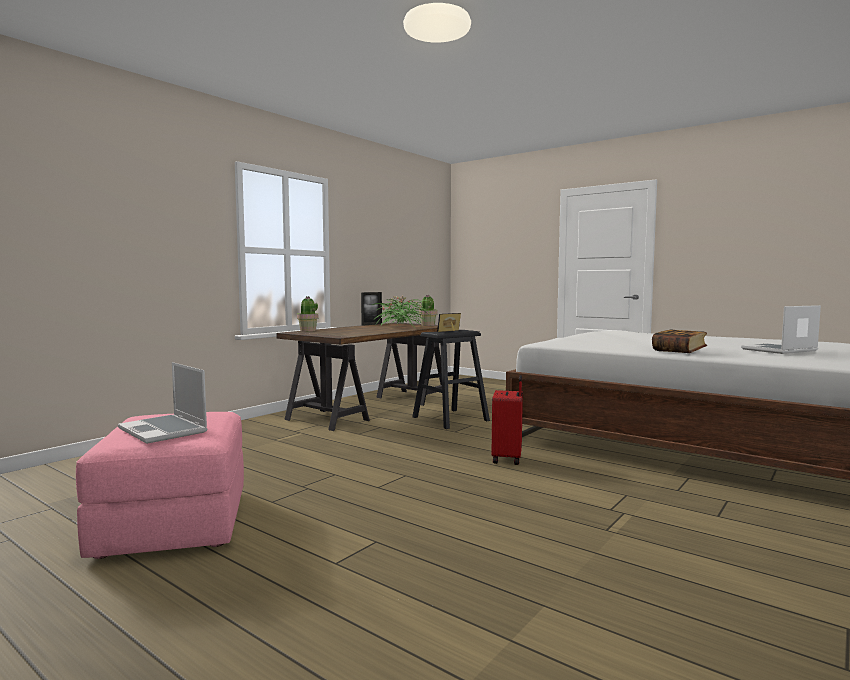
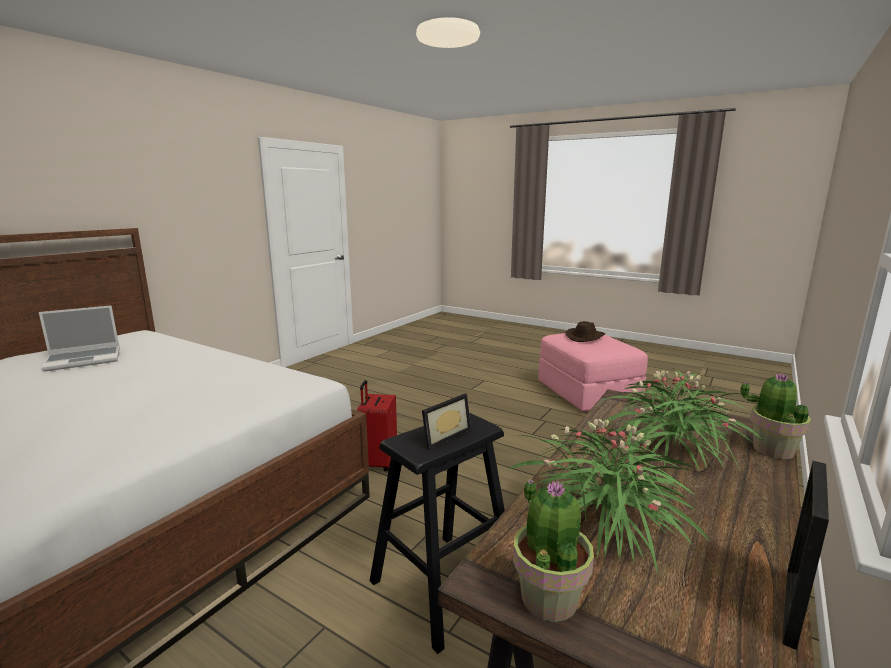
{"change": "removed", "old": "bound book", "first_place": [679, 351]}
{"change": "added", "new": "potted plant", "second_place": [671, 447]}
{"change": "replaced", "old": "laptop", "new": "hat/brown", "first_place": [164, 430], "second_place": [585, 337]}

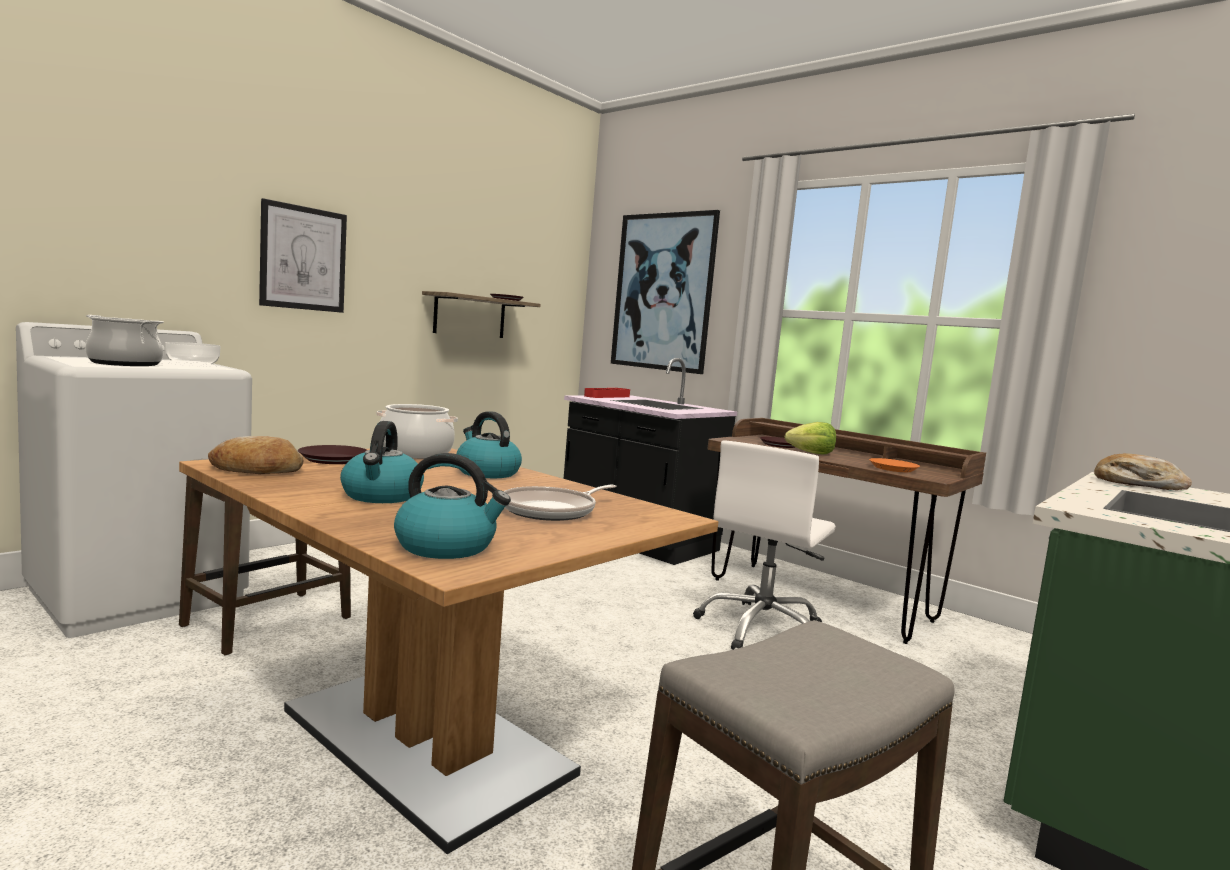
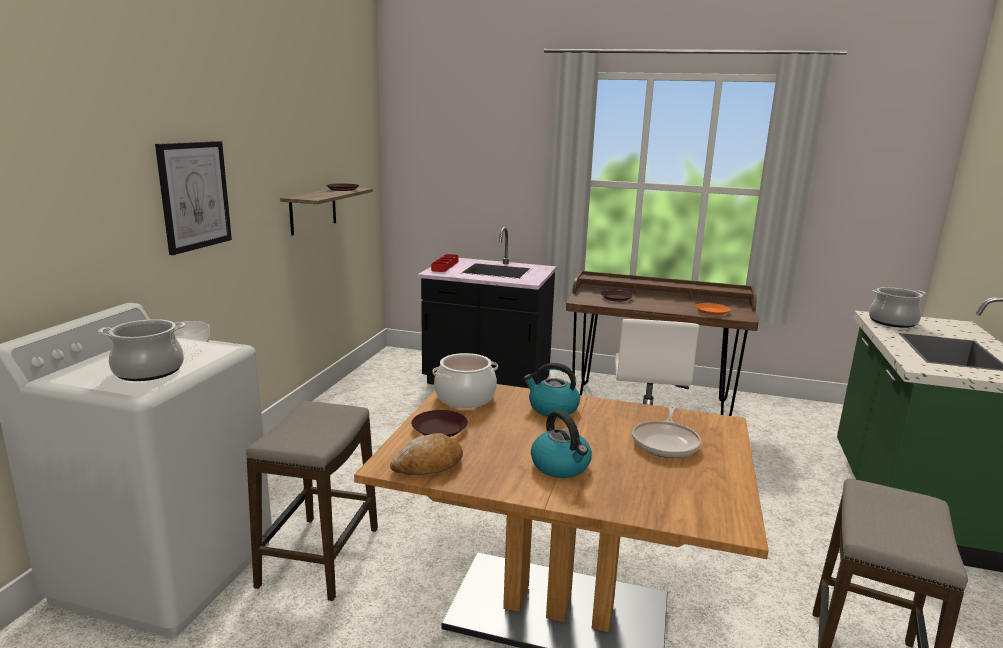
{"change": "removed", "old": "tea kettle", "first_place": [447, 547]}
{"change": "removed", "old": "picture", "first_place": [663, 292]}
{"change": "removed", "old": "lettuce head", "first_place": [811, 453]}
{"change": "replaced", "old": "bread", "new": "cooking pot", "first_place": [1137, 484], "second_place": [892, 322]}

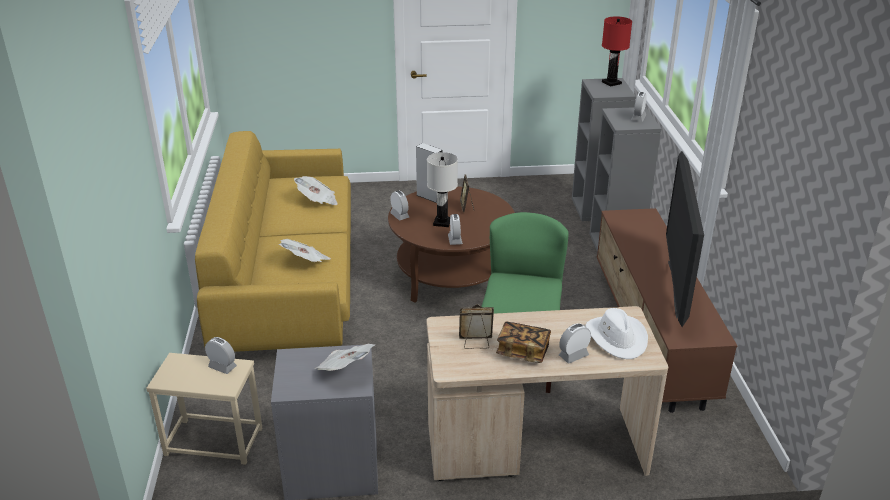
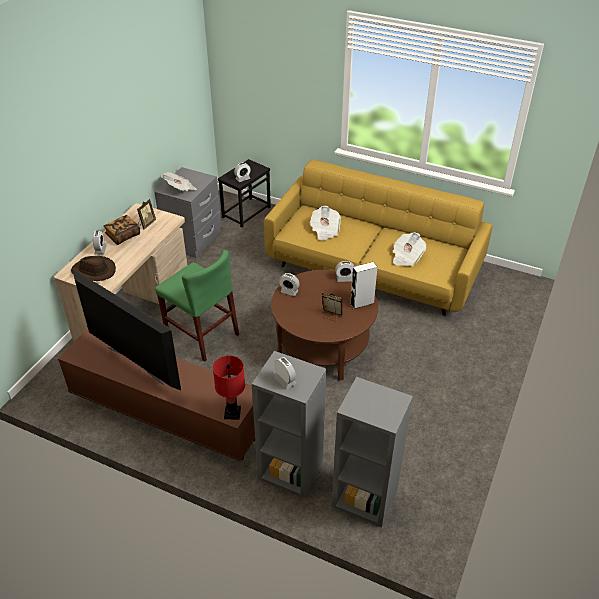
{"change": "removed", "old": "tabletop lamp/white", "first_place": [442, 222]}
{"change": "moved", "old": "tabletop lamp/reddish", "first_place": [611, 83], "second_place": [232, 413]}
{"change": "recoloured", "old": "end table/beige", "new": "end table/black-coloured", "first_place": [213, 442], "second_place": [246, 212]}
{"change": "recoloured", "old": "hat/white", "new": "hat/brown", "first_place": [617, 338], "second_place": [93, 271]}

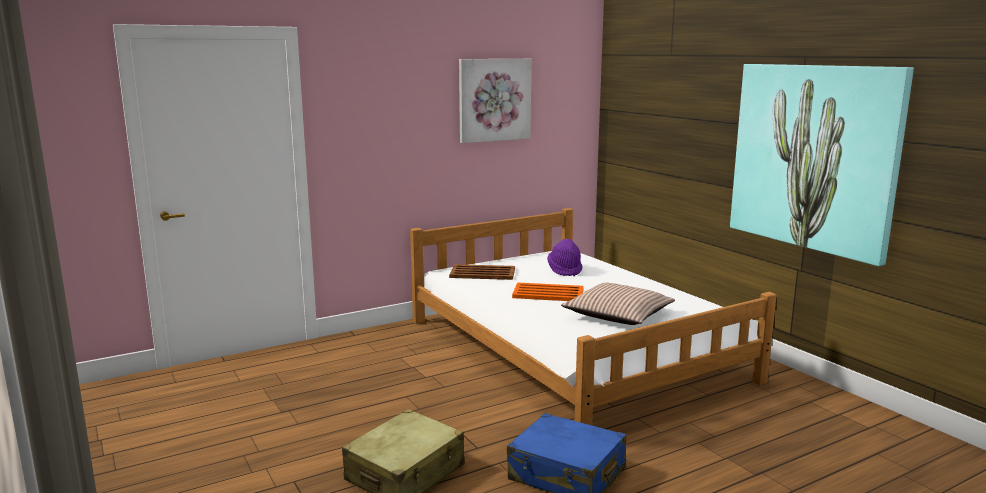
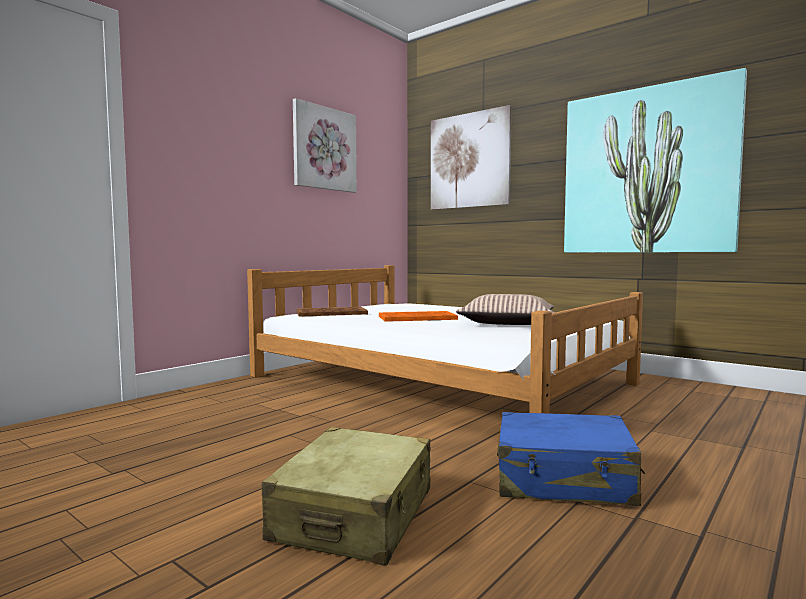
{"change": "removed", "old": "hat/purple-coloured", "first_place": [565, 270]}
{"change": "added", "new": "picture", "second_place": [469, 160]}

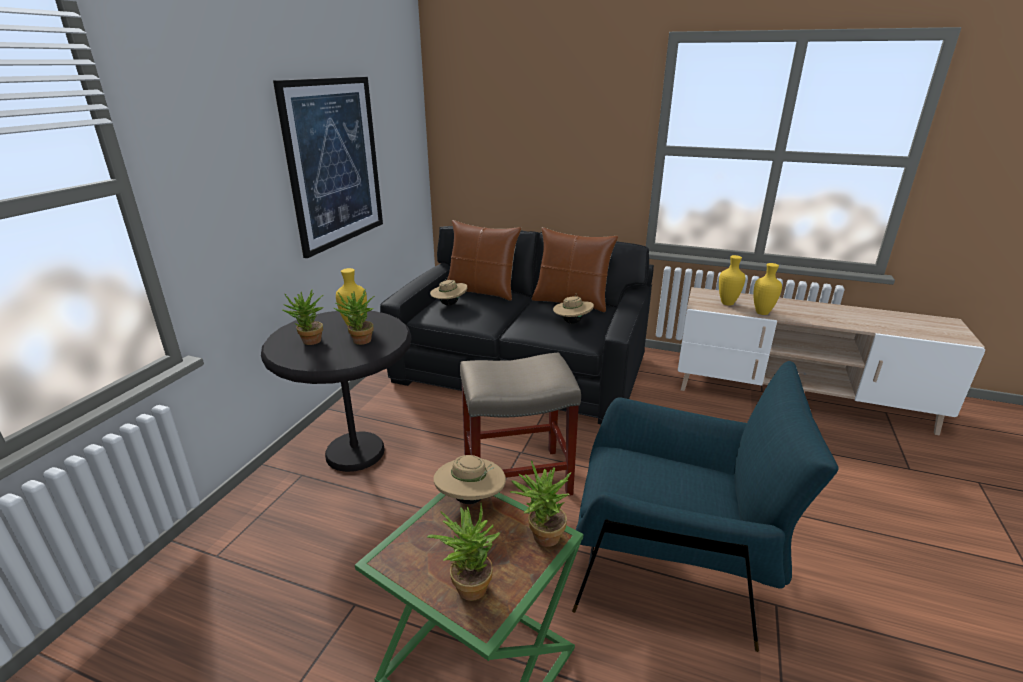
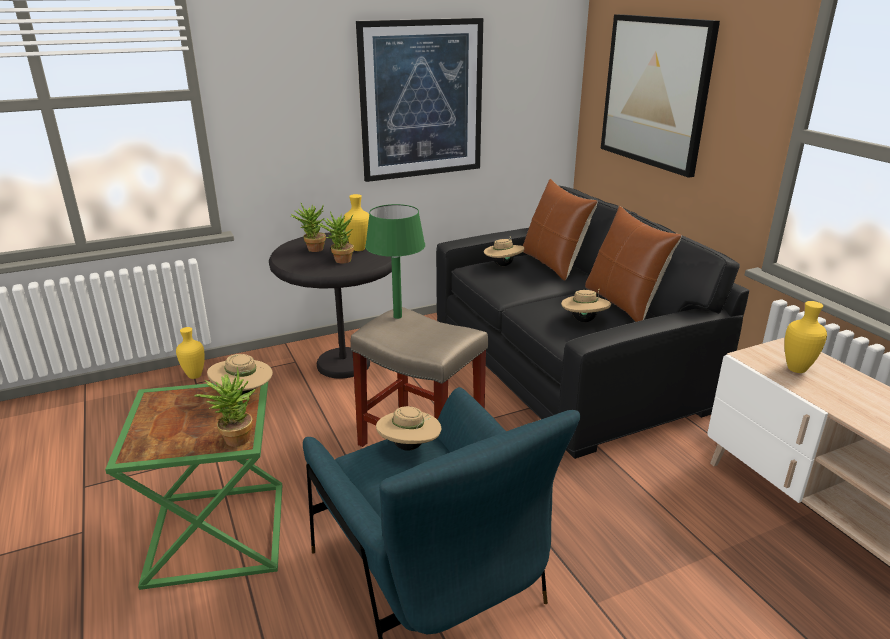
{"change": "removed", "old": "potted plant", "first_place": [467, 584]}
{"change": "added", "new": "tabletop lamp/green", "second_place": [398, 316]}
{"change": "added", "new": "hat/beige", "second_place": [409, 447]}
{"change": "added", "new": "picture", "second_place": [655, 92]}
{"change": "moved", "old": "vase/yellow-coloured", "first_place": [761, 313], "second_place": [194, 376]}

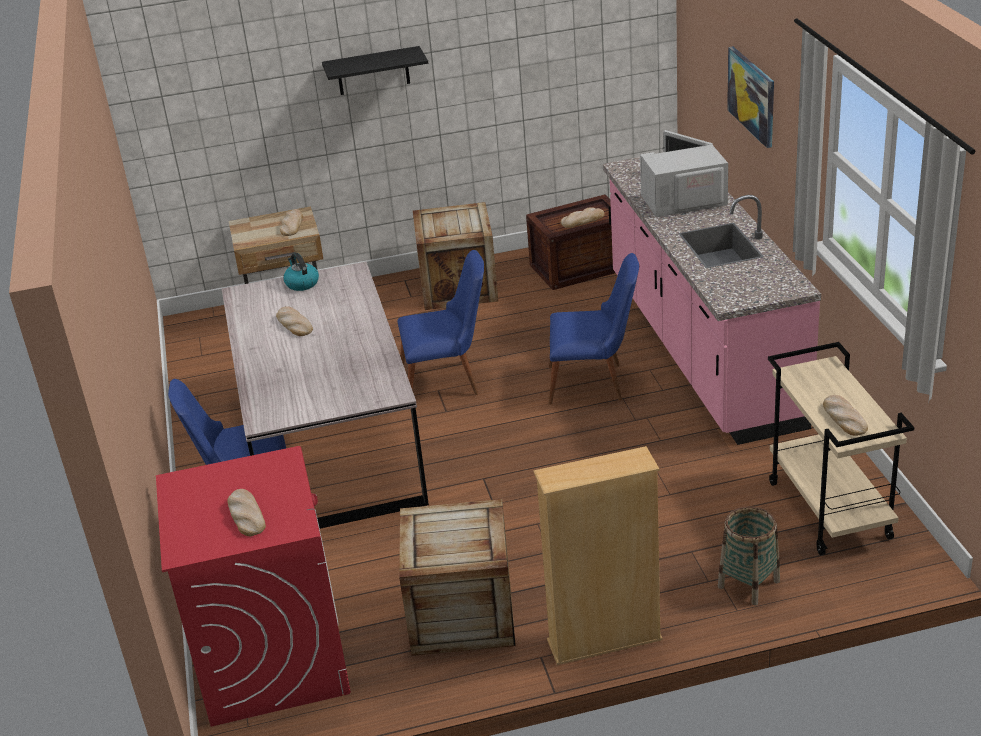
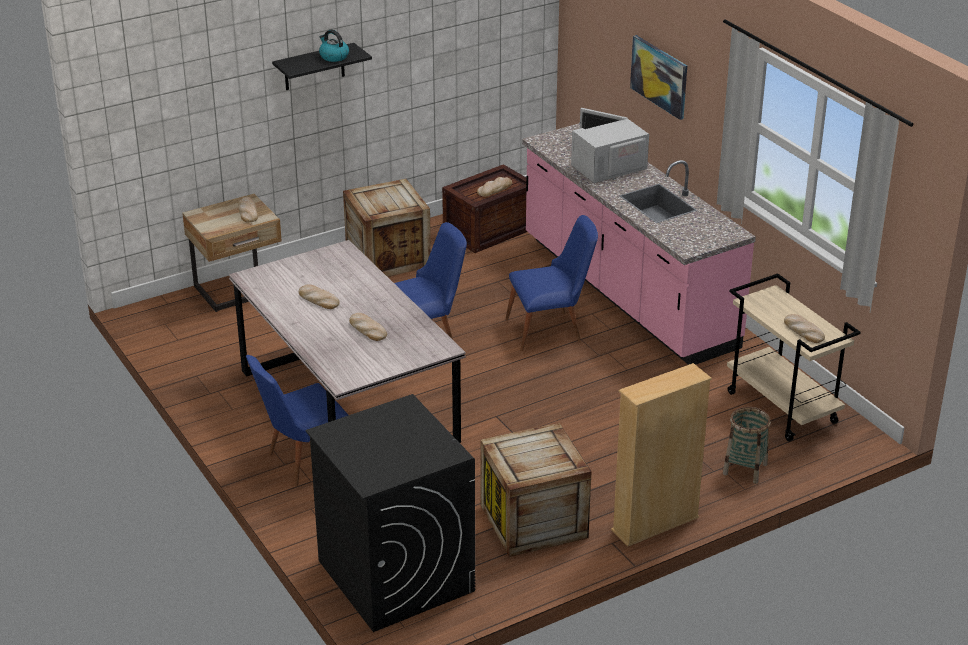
{"change": "moved", "old": "bread", "first_place": [246, 515], "second_place": [367, 329]}
{"change": "moved", "old": "tea kettle", "first_place": [301, 283], "second_place": [333, 56]}
{"change": "recoloured", "old": "laundry machine/reddish", "new": "laundry machine/black-coloured", "first_place": [272, 657], "second_place": [395, 575]}

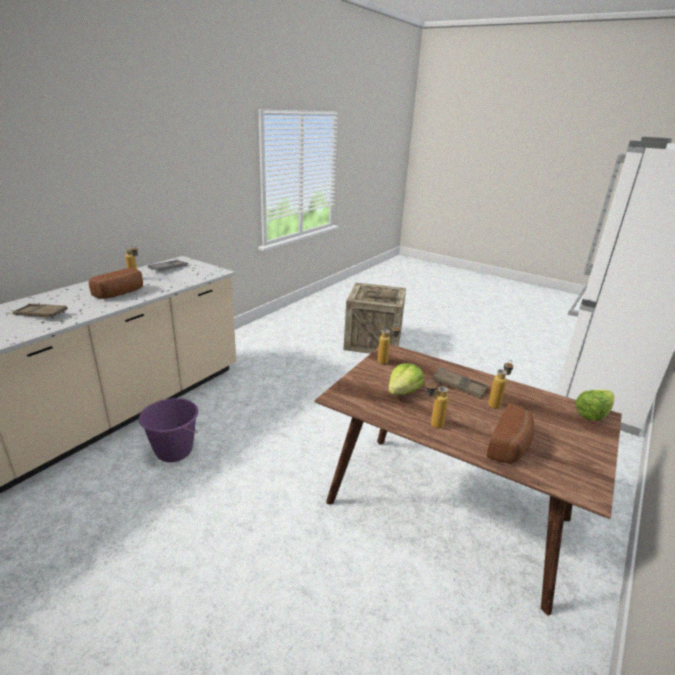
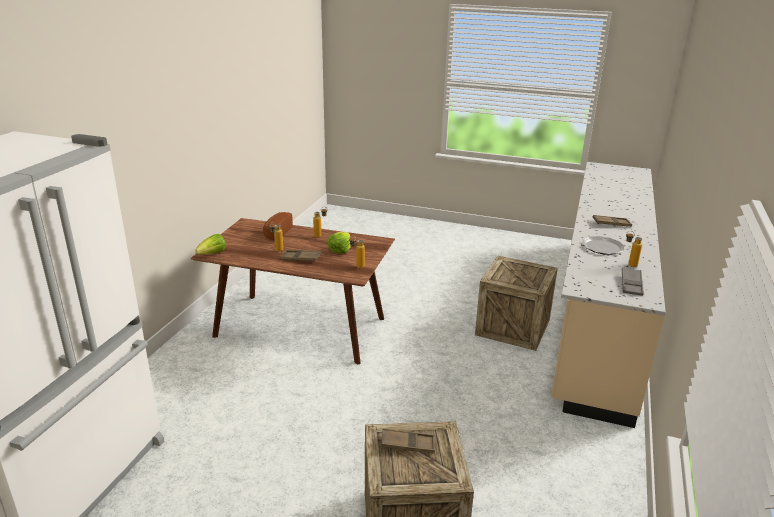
{"change": "replaced", "old": "bread", "new": "dinner plate", "first_place": [121, 293], "second_place": [603, 247]}
{"change": "replaced", "old": "bucket/purple-coloured", "new": "packing crate", "first_place": [174, 451], "second_place": [512, 327]}

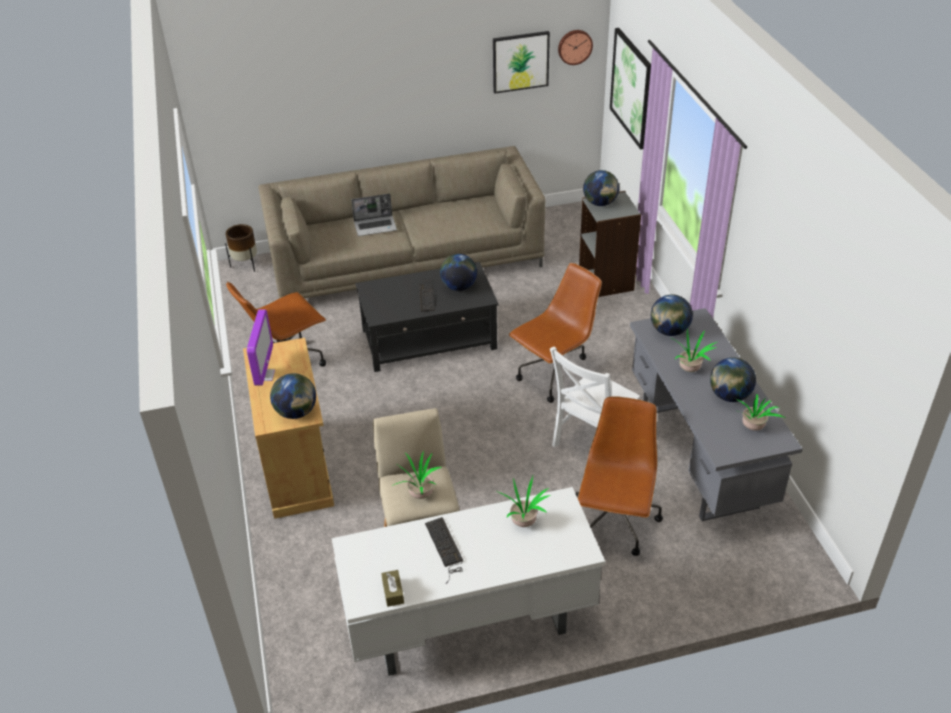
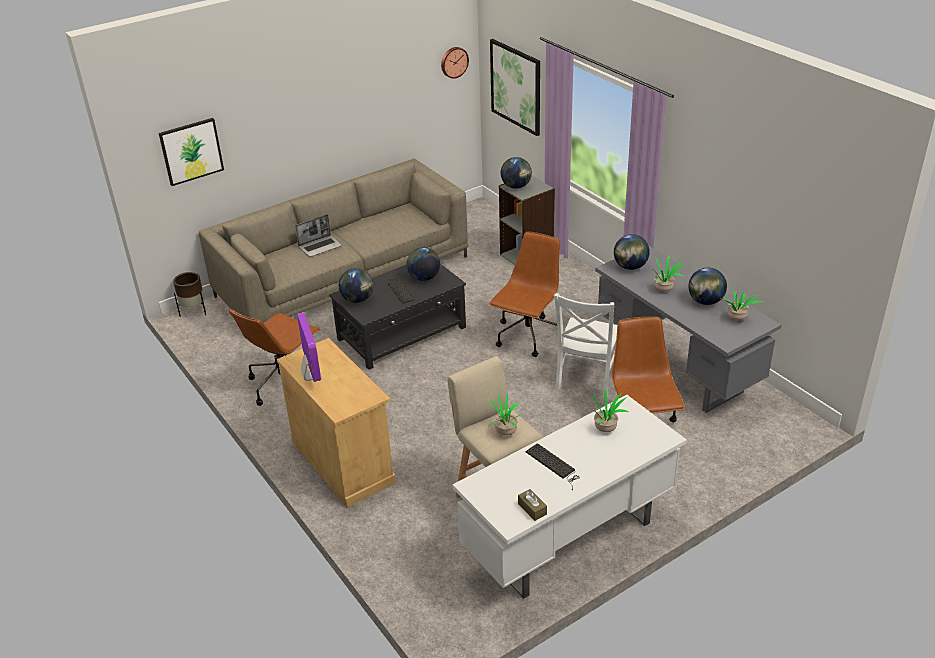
{"change": "moved", "old": "desk globe", "first_place": [296, 412], "second_place": [357, 299]}
{"change": "moved", "old": "picture", "first_place": [520, 61], "second_place": [191, 151]}

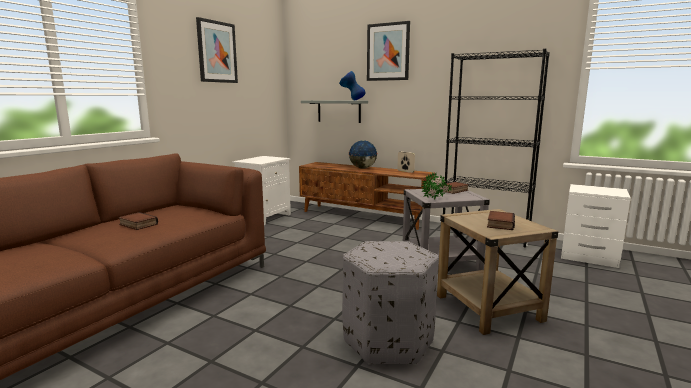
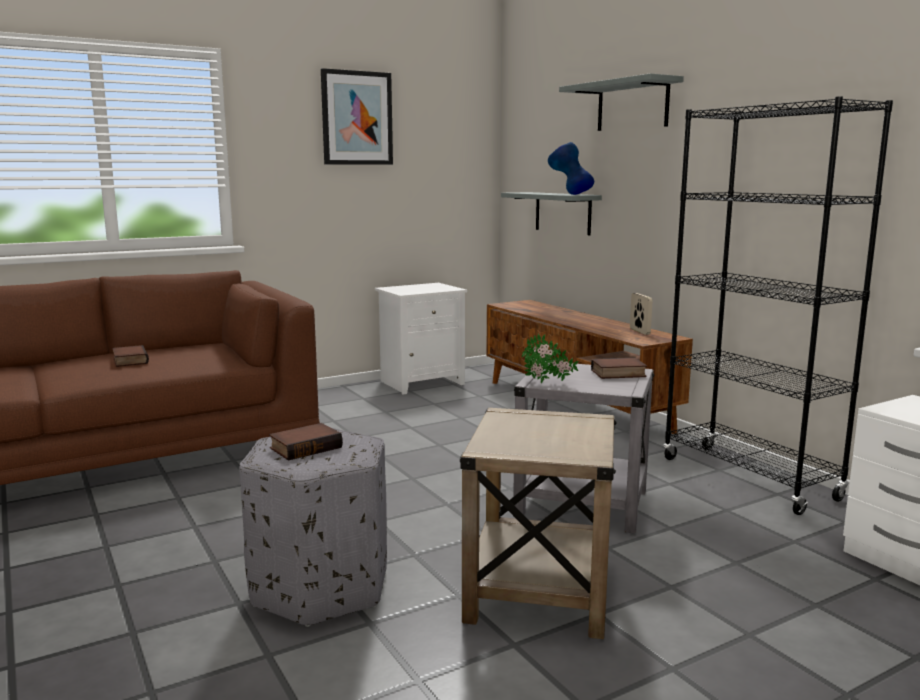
{"change": "removed", "old": "desk globe", "first_place": [362, 168]}
{"change": "moved", "old": "bound book", "first_place": [499, 224], "second_place": [306, 447]}
{"change": "replaced", "old": "picture", "new": "bracket shelf/greyish", "first_place": [388, 52], "second_place": [632, 105]}

